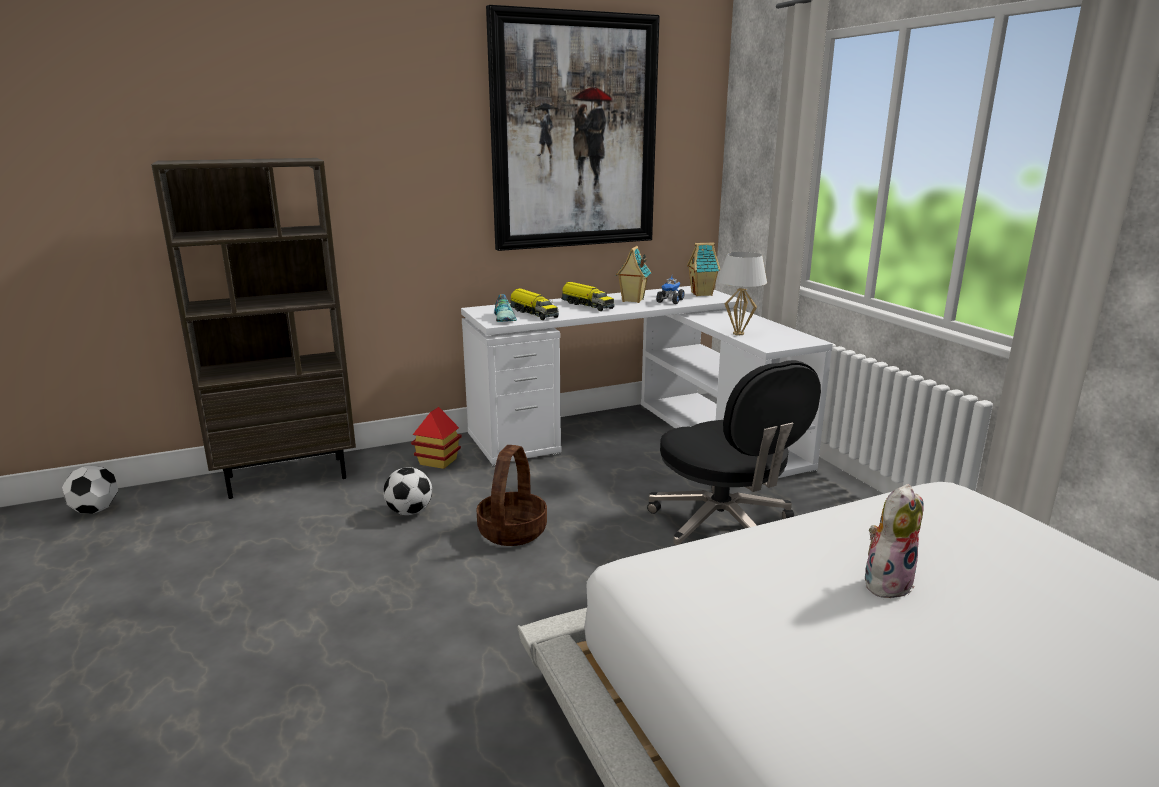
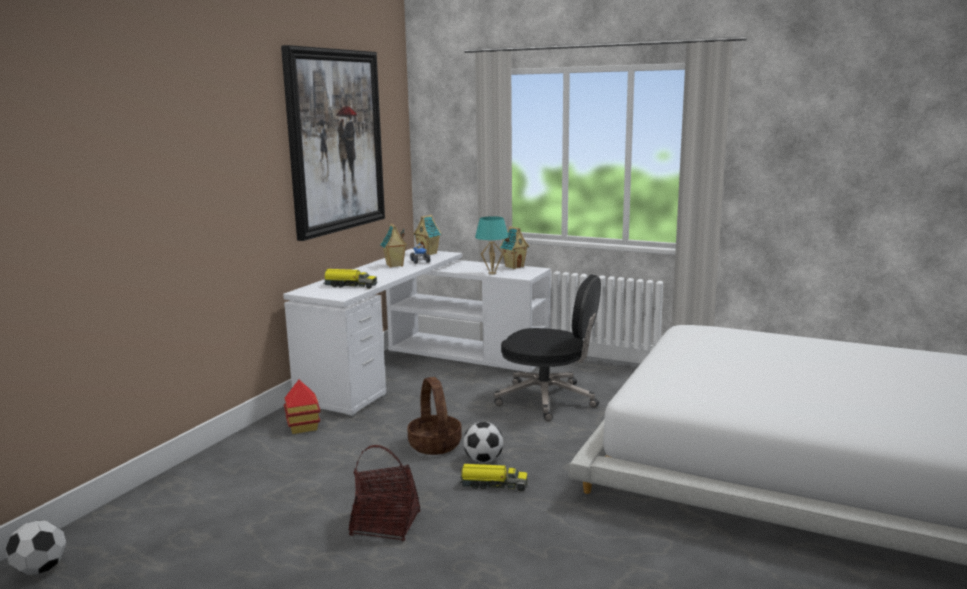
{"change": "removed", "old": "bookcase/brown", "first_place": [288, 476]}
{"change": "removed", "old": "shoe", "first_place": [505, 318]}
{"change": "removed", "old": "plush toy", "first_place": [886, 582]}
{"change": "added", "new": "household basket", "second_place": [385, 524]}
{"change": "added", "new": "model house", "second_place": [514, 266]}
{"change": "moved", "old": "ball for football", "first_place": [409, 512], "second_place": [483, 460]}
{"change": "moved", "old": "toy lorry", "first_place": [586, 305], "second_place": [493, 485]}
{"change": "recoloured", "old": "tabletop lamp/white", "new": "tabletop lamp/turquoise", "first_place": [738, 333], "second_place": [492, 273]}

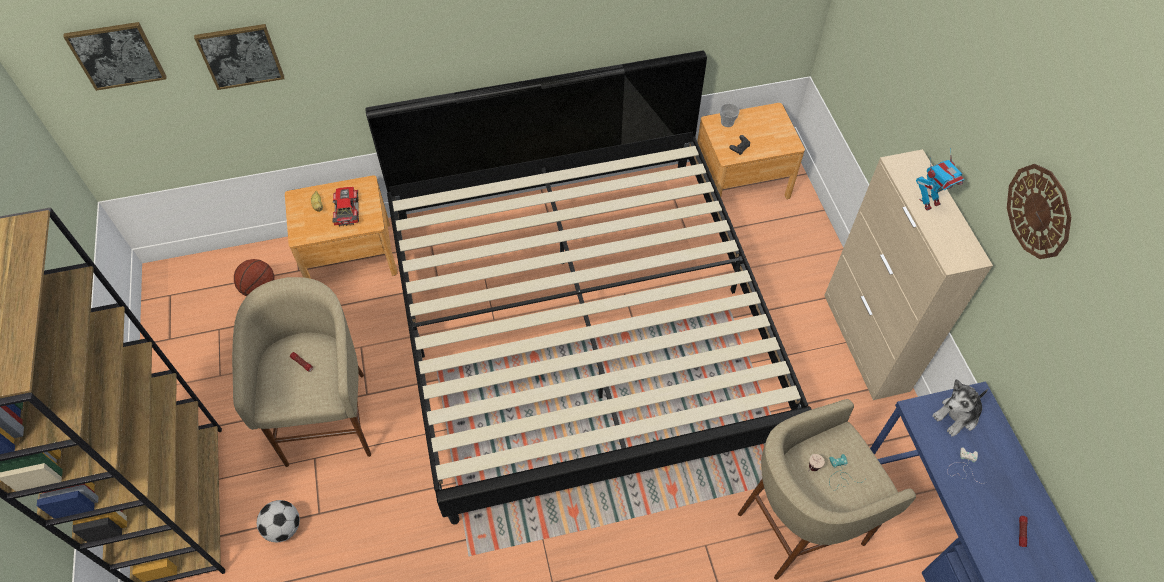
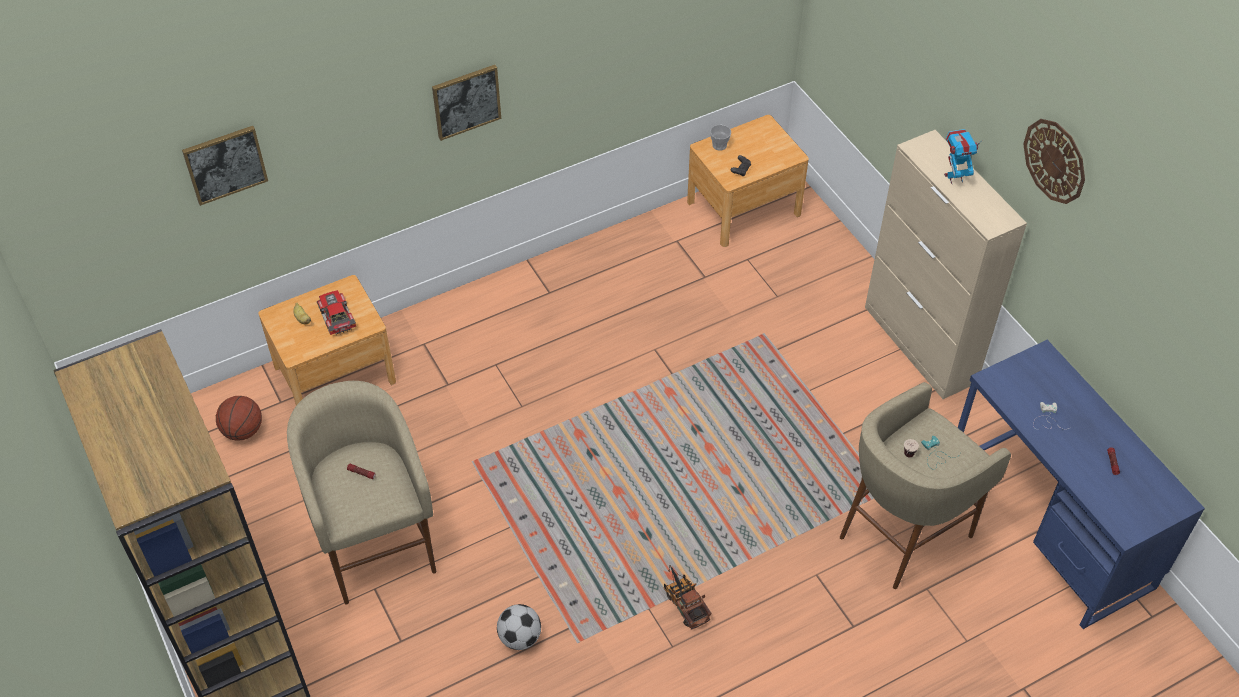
{"change": "removed", "old": "sleeping bed", "first_place": [582, 324]}
{"change": "removed", "old": "plush toy", "first_place": [957, 416]}
{"change": "added", "new": "toy lorry", "second_place": [684, 602]}
{"change": "moved", "old": "picture", "first_place": [116, 55], "second_place": [466, 101]}
{"change": "moved", "old": "ball for football", "first_place": [283, 527], "second_place": [520, 637]}
{"change": "turned", "old": "robot figure", "first_place": [929, 202], "second_place": [954, 177], "degrees": -150}

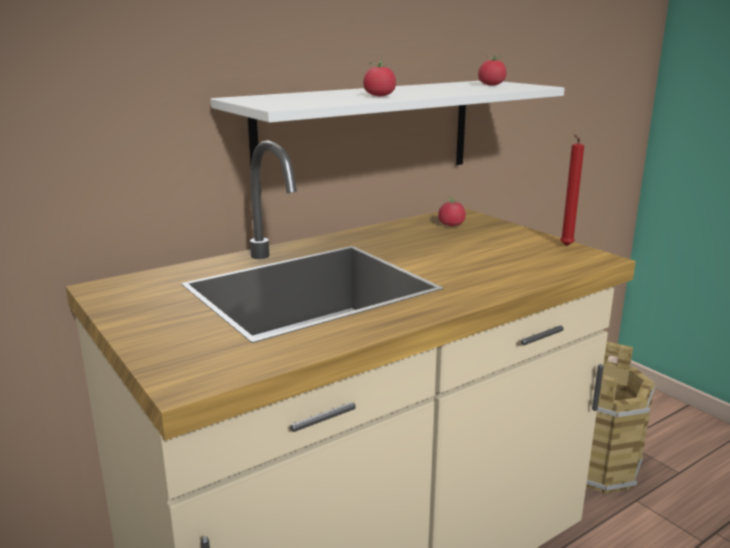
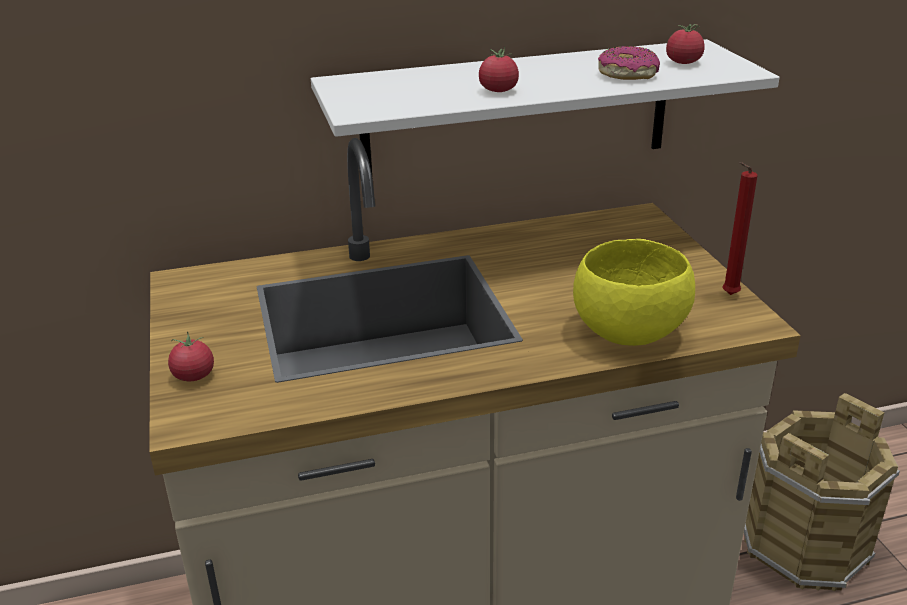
{"change": "added", "new": "serving bowl/yellow-coloured", "second_place": [627, 332]}
{"change": "added", "new": "donut", "second_place": [627, 74]}
{"change": "moved", "old": "whole tomato", "first_place": [451, 225], "second_place": [194, 376]}

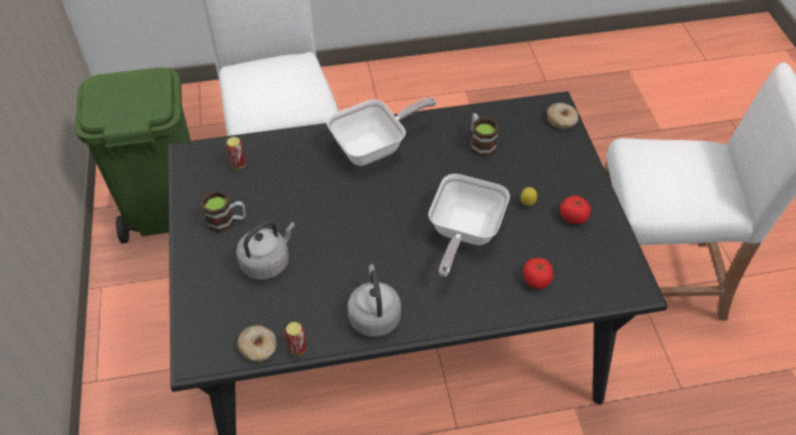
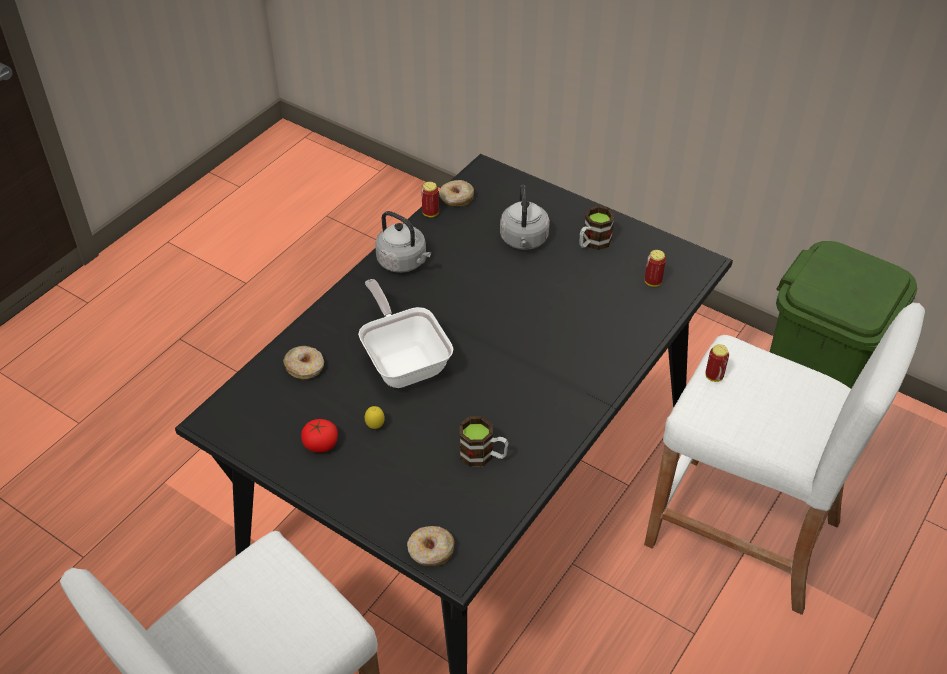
{"change": "removed", "old": "skillet", "first_place": [375, 147]}
{"change": "added", "new": "can", "second_place": [714, 376]}
{"change": "replaced", "old": "whole tomato", "new": "donut", "first_place": [536, 280], "second_place": [305, 367]}

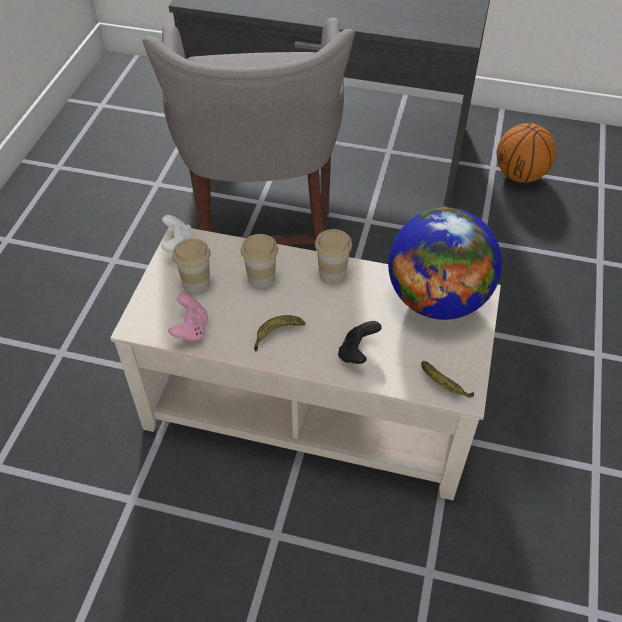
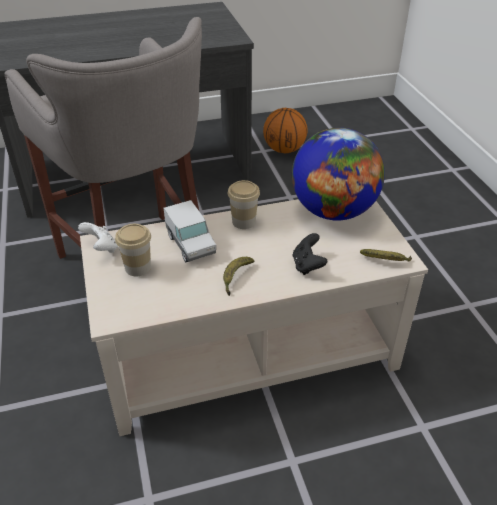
{"change": "removed", "old": "game controller/pink-coloured", "first_place": [191, 329]}
{"change": "replaced", "old": "cup", "new": "toy lorry", "first_place": [261, 278], "second_place": [190, 244]}

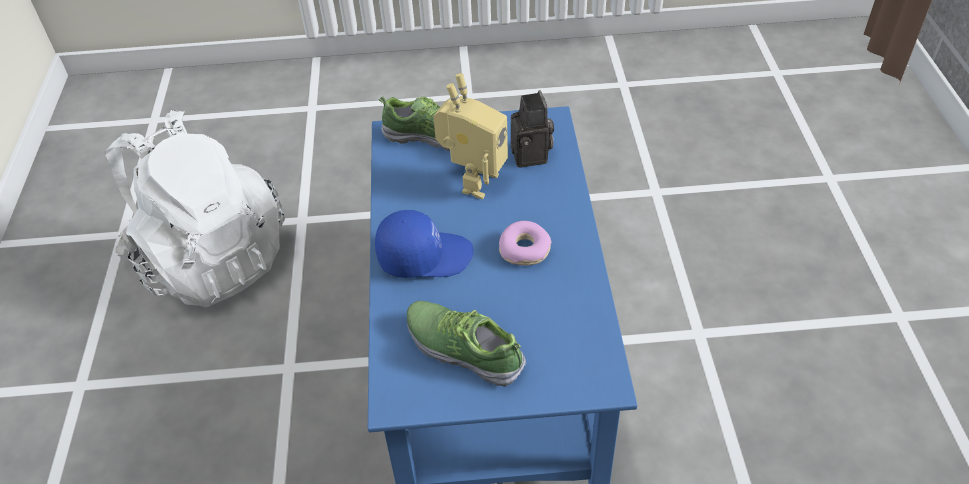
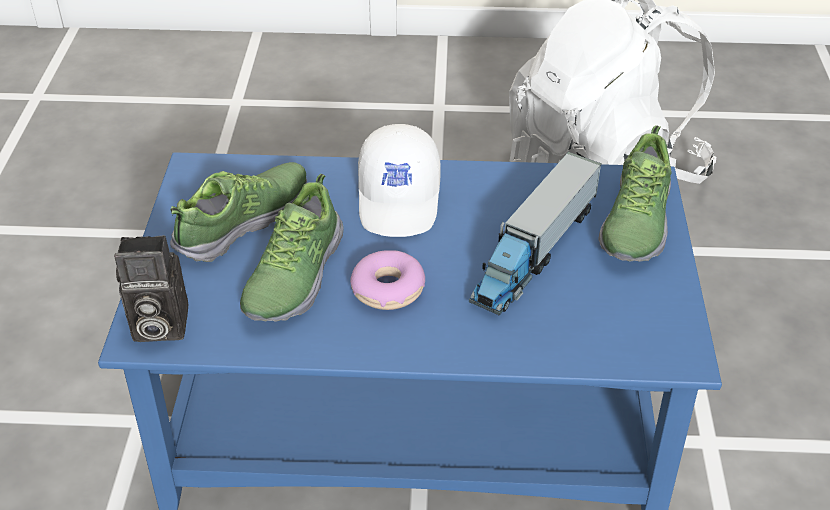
{"change": "added", "new": "shoe", "second_place": [293, 276]}
{"change": "moved", "old": "photo camera", "first_place": [532, 156], "second_place": [157, 326]}
{"change": "replaced", "old": "robot figure", "new": "toy lorry", "first_place": [473, 181], "second_place": [534, 252]}
{"change": "recoloured", "old": "baseball cap/blue", "new": "baseball cap/white", "first_place": [424, 255], "second_place": [400, 200]}

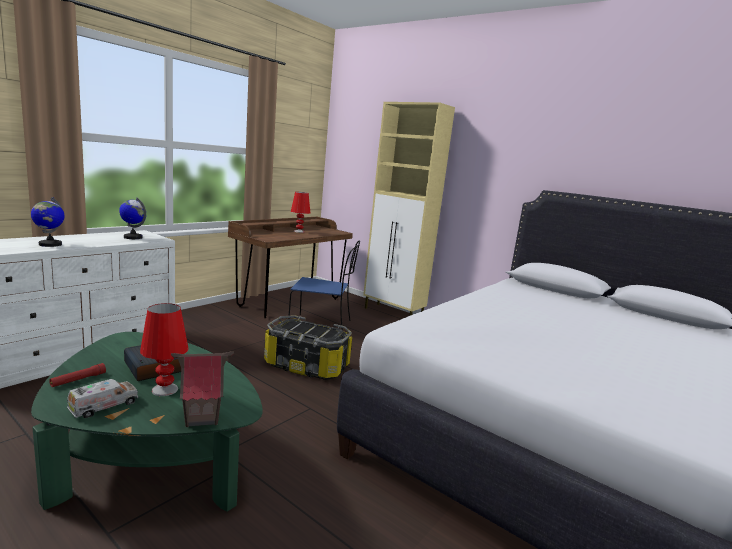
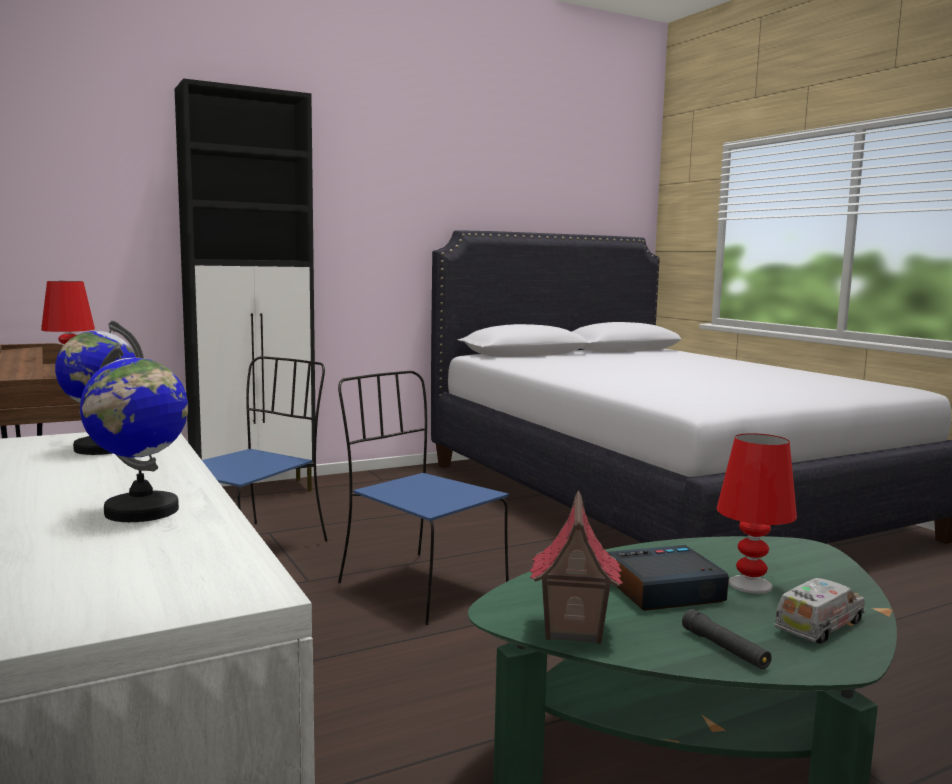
{"change": "moved", "old": "model house", "first_place": [202, 417], "second_place": [572, 629]}
{"change": "replaced", "old": "storage box", "new": "chair/blue", "first_place": [307, 366], "second_place": [419, 585]}
{"change": "recoloured", "old": "flashlight/reddish", "new": "flashlight/black-coloured", "first_place": [78, 380], "second_place": [725, 649]}
{"change": "recoloured", "old": "cabinet/beige", "new": "cabinet/black-coloured", "first_place": [393, 313], "second_place": [255, 491]}
{"change": "turned", "old": "toy lorry", "first_place": [104, 406], "second_place": [819, 626], "degrees": 75}

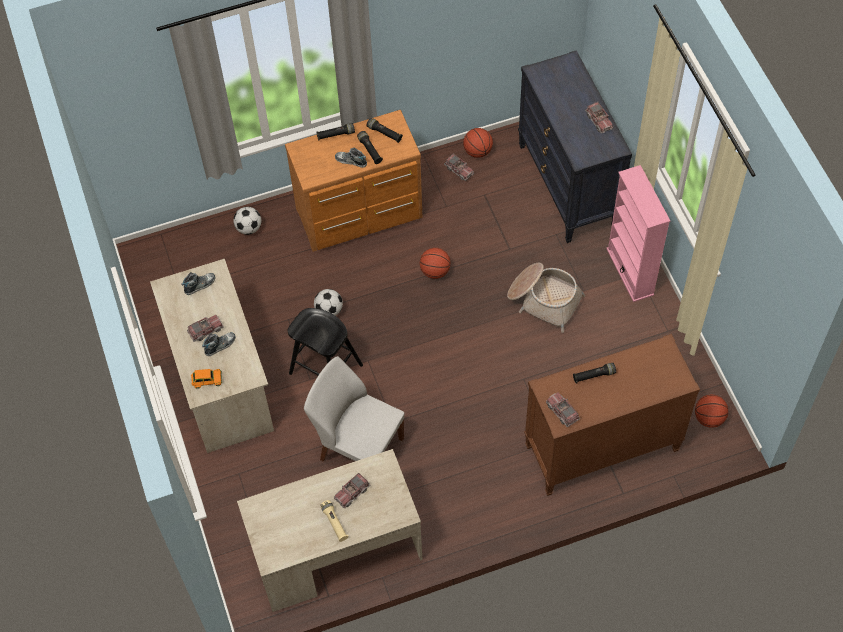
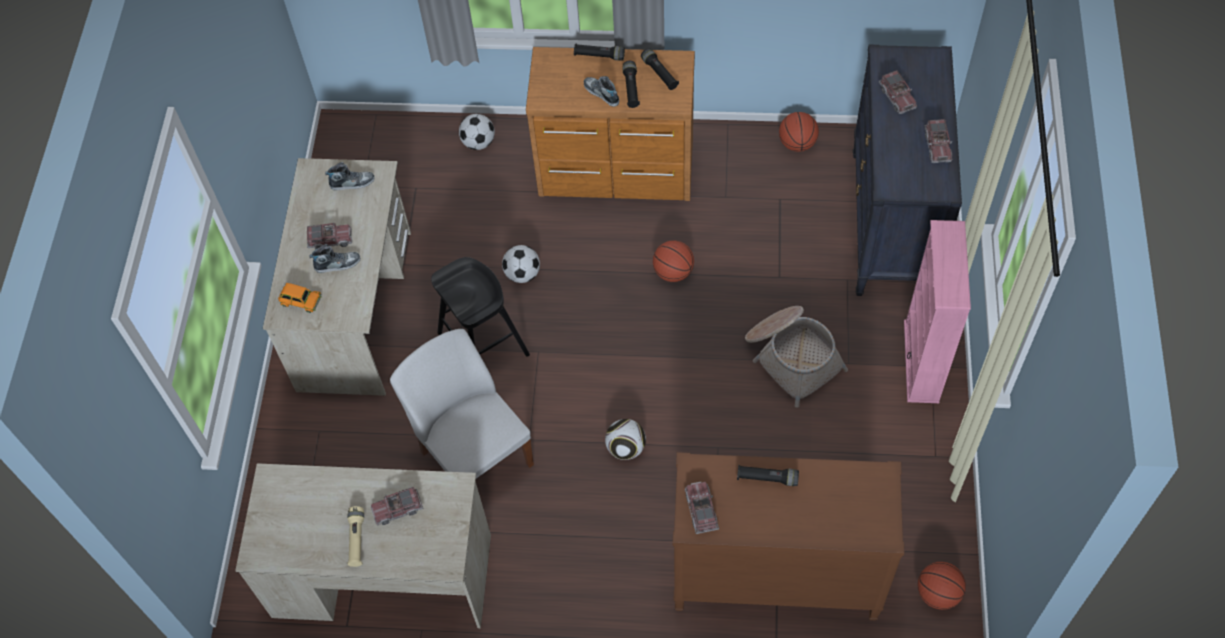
{"change": "added", "new": "ball for football", "second_place": [626, 448]}
{"change": "moved", "old": "toy lorry", "first_place": [459, 170], "second_place": [897, 97]}

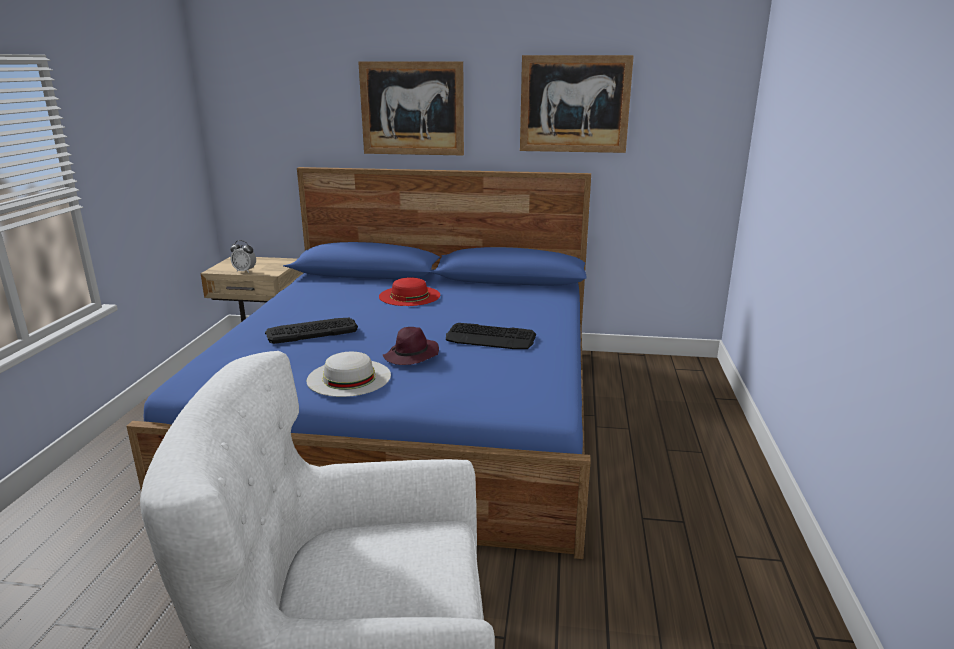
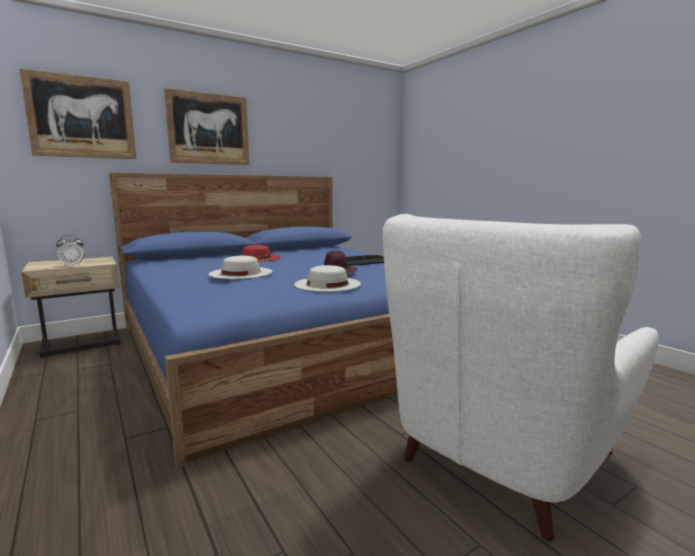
{"change": "moved", "old": "picture", "first_place": [574, 104], "second_place": [82, 117]}
{"change": "replaced", "old": "computer keyboard", "new": "hat/white", "first_place": [311, 331], "second_place": [241, 273]}

